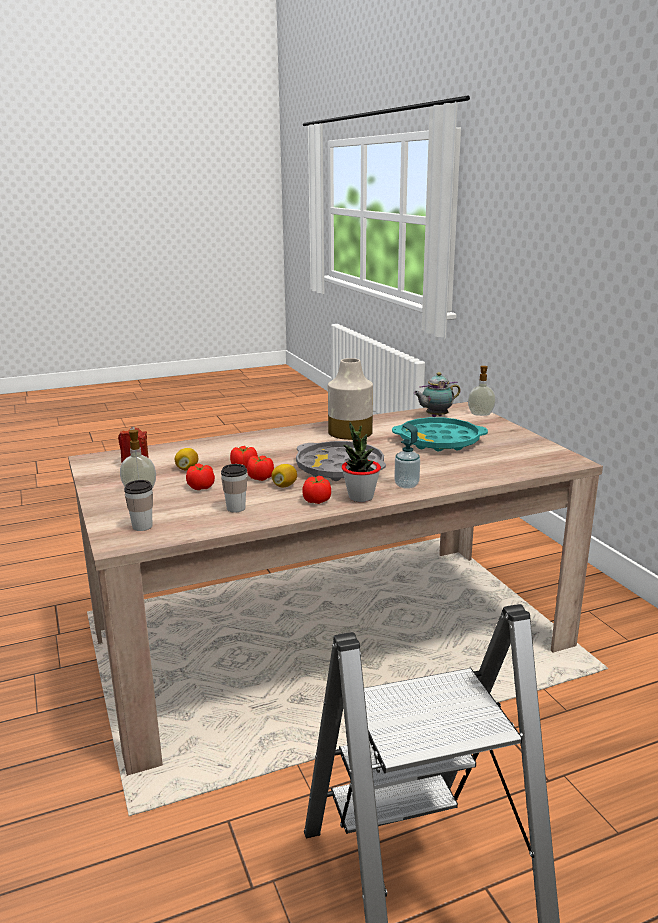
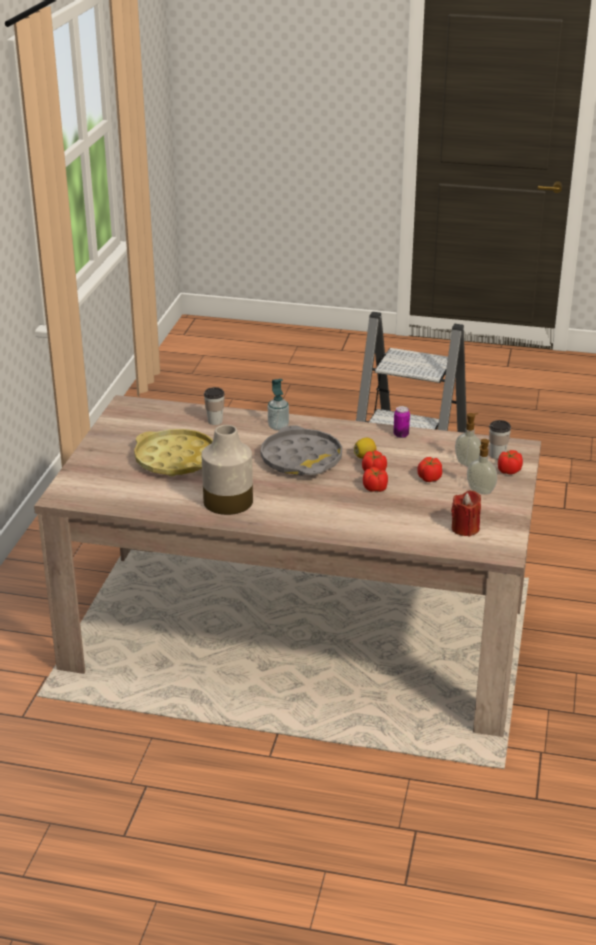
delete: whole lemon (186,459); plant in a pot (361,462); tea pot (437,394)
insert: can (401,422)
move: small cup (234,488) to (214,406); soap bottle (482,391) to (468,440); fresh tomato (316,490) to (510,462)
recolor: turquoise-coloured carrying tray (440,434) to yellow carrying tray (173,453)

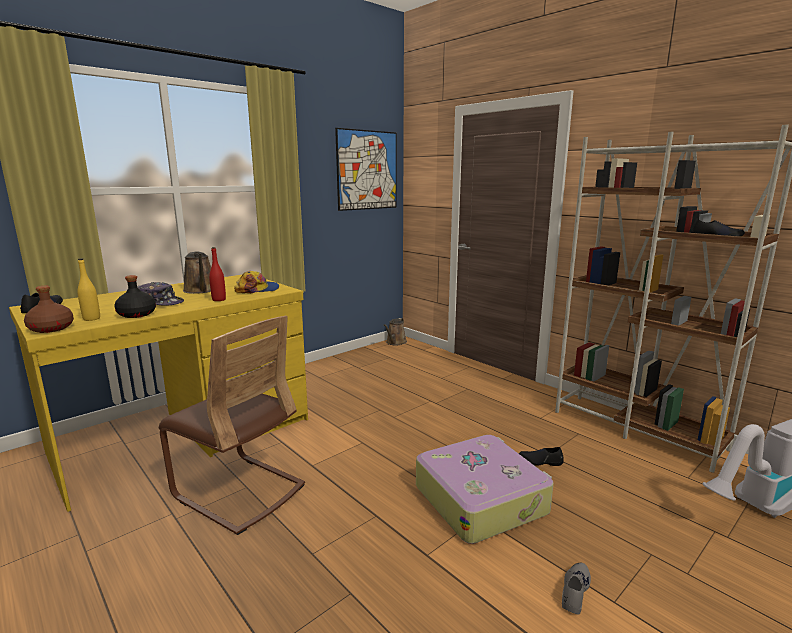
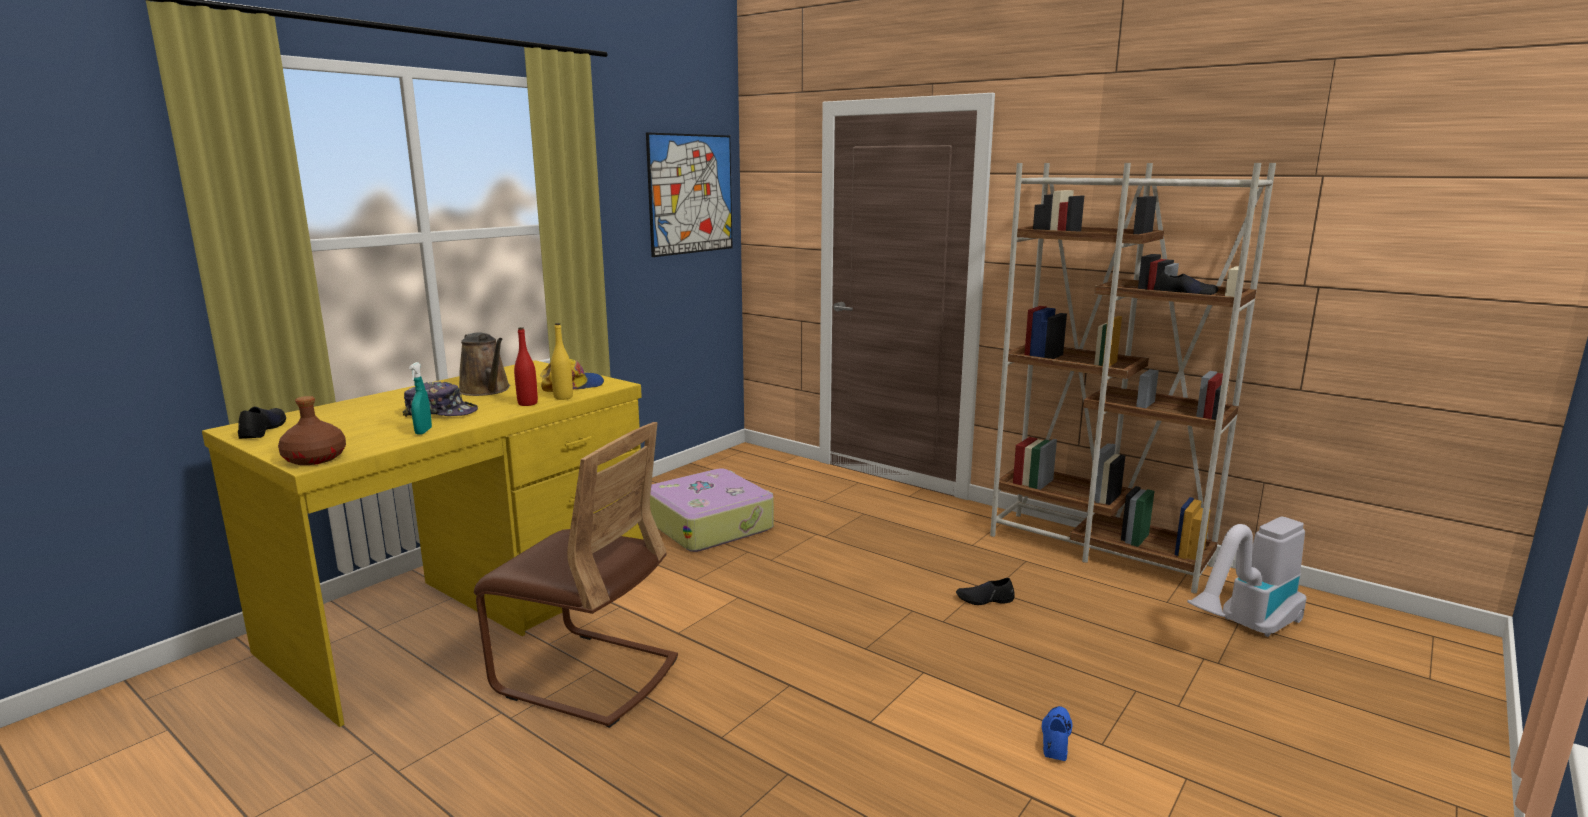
delete: brown-coloured sprinkling can (395,331)
move: yellow beverage bottle (88,289) to (562,361); suitcase (485,489) to (712,510)
replace: blackish beverage bottle (135,296) to turquoise-coloured sprayer (420,398)
recolor: gray shoe (576,588) to bluish shoe (1057,733)

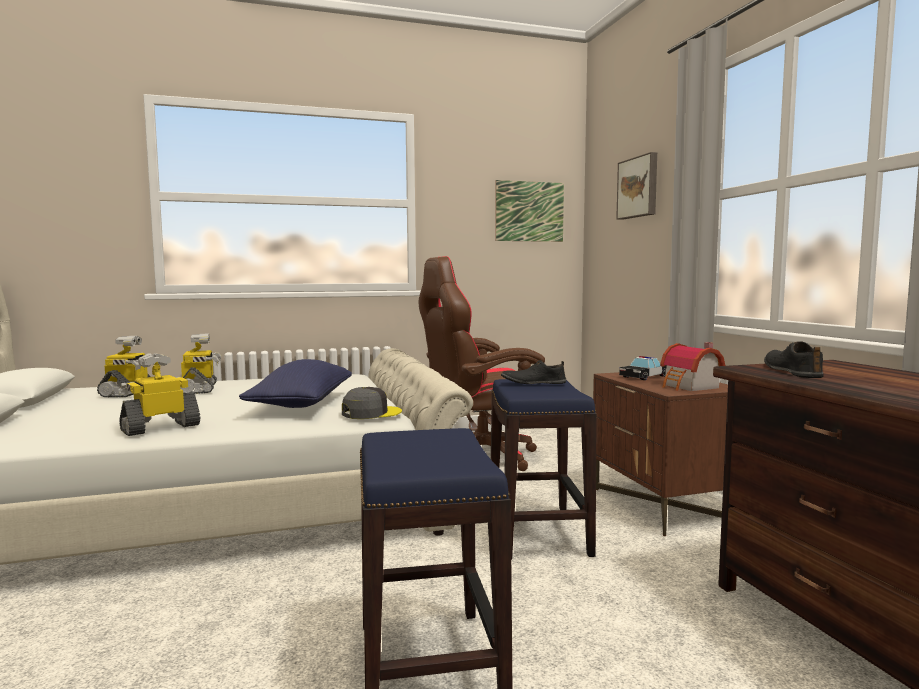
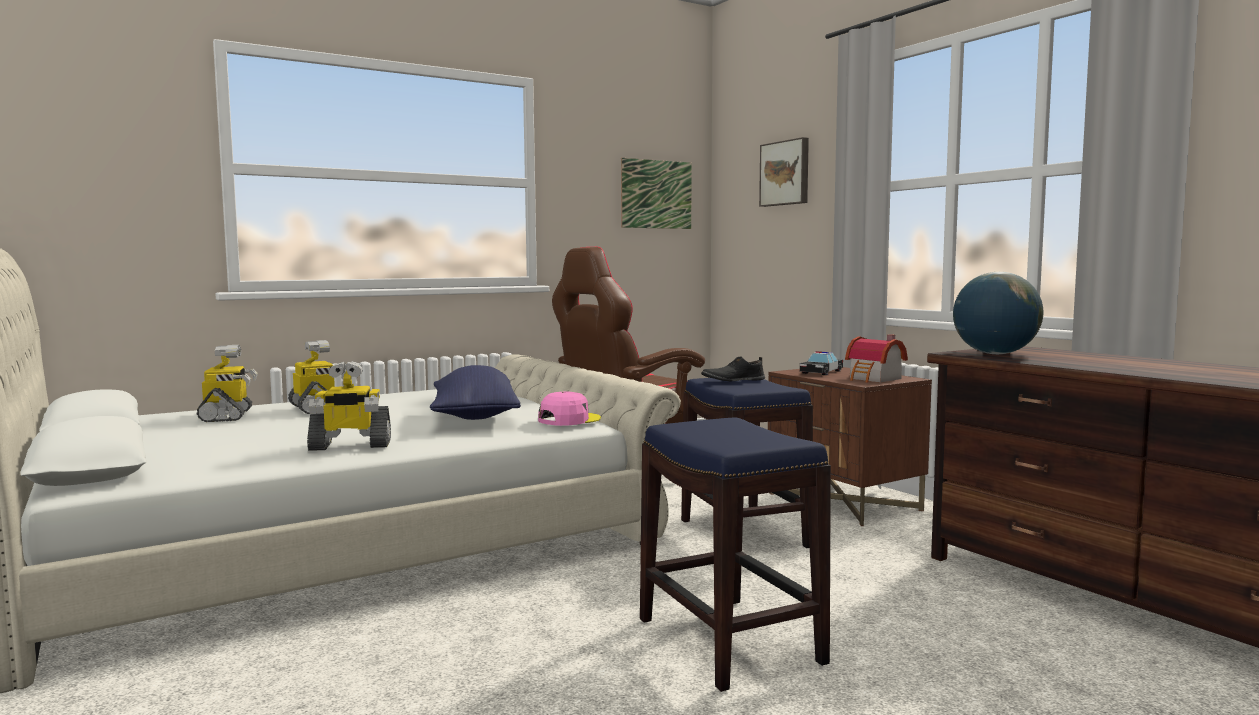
replace: blackish shoe (794,359) to globe (998,313)
recolor: gray peaked cap (372,403) to pink peaked cap (569,408)
rotate: toy robot (160,394) = (349,406) 135 degrees counterclockwise

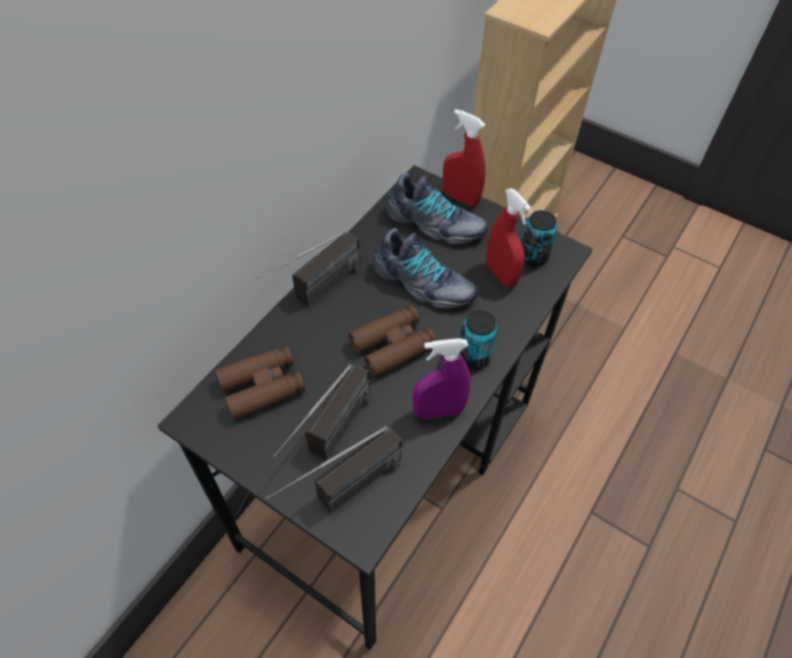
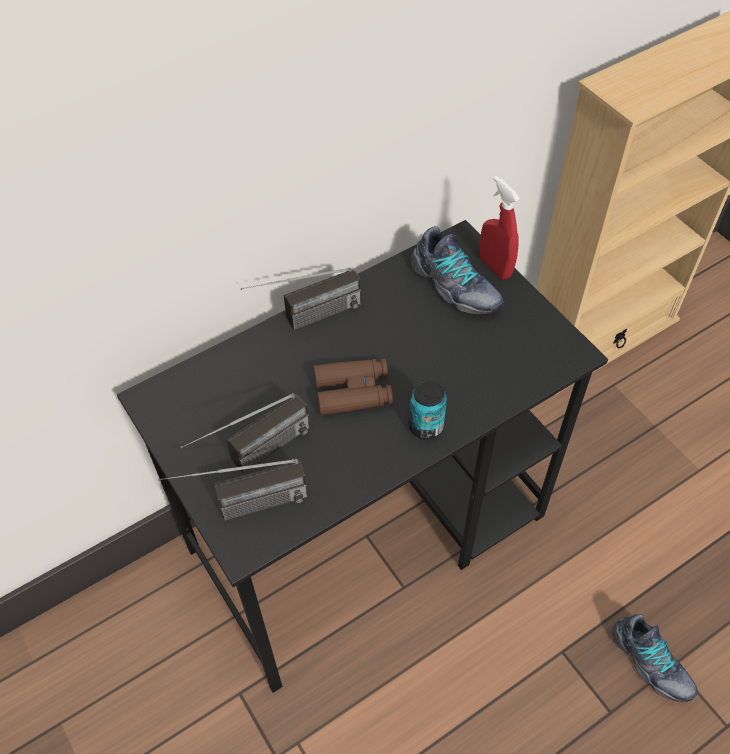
delete: brown-coloured field glasses (260,383); purple-coloured sprayer (442,378); red-coloured sprayer (509,238); can (539,238)
move: shoe (425,268) to (655,658)

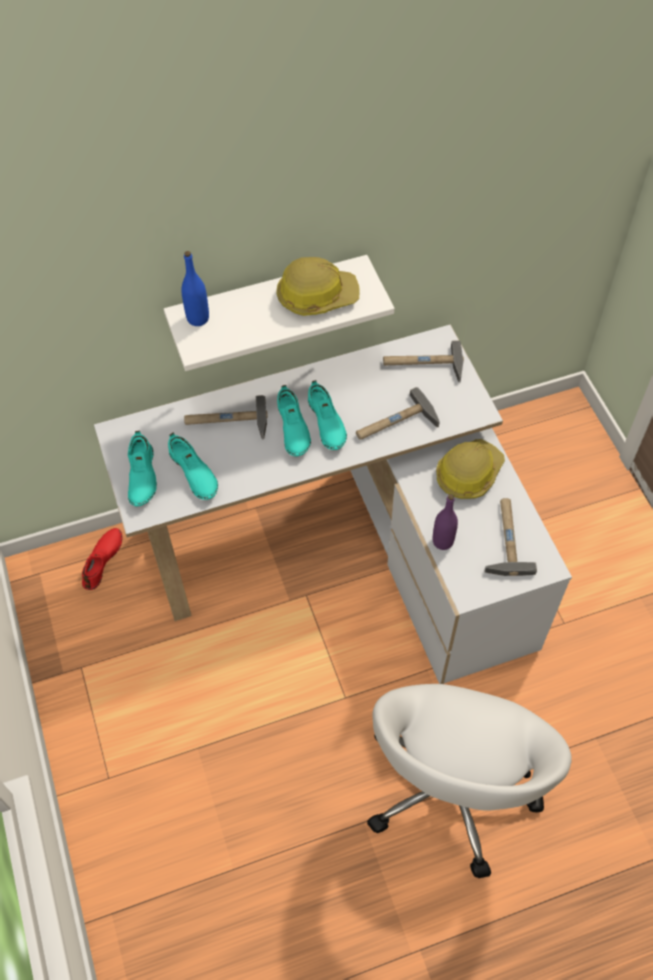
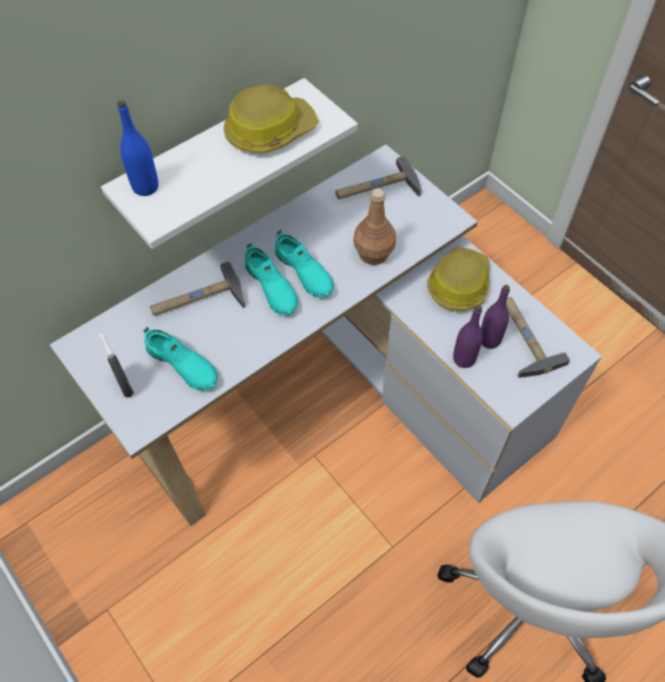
delete: red-coloured shoe (102,559)
insert: purple-coloured beverage bottle (495,317)
replace: turquoise-coloured shoe (142,468) to gray sprayer (116,365); hammer (398,413) to brown-coloured beverage bottle (374,226)

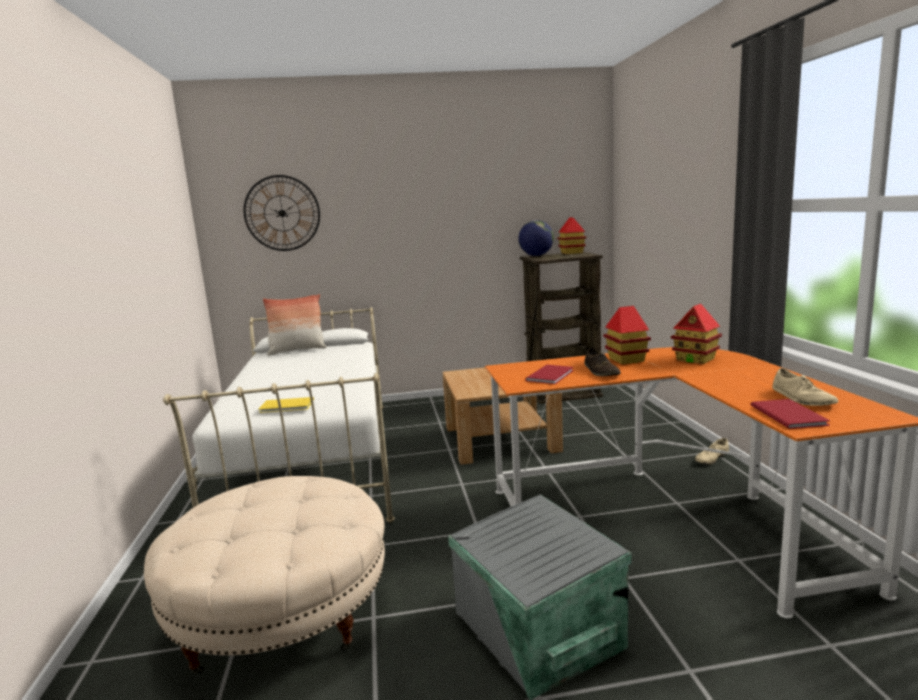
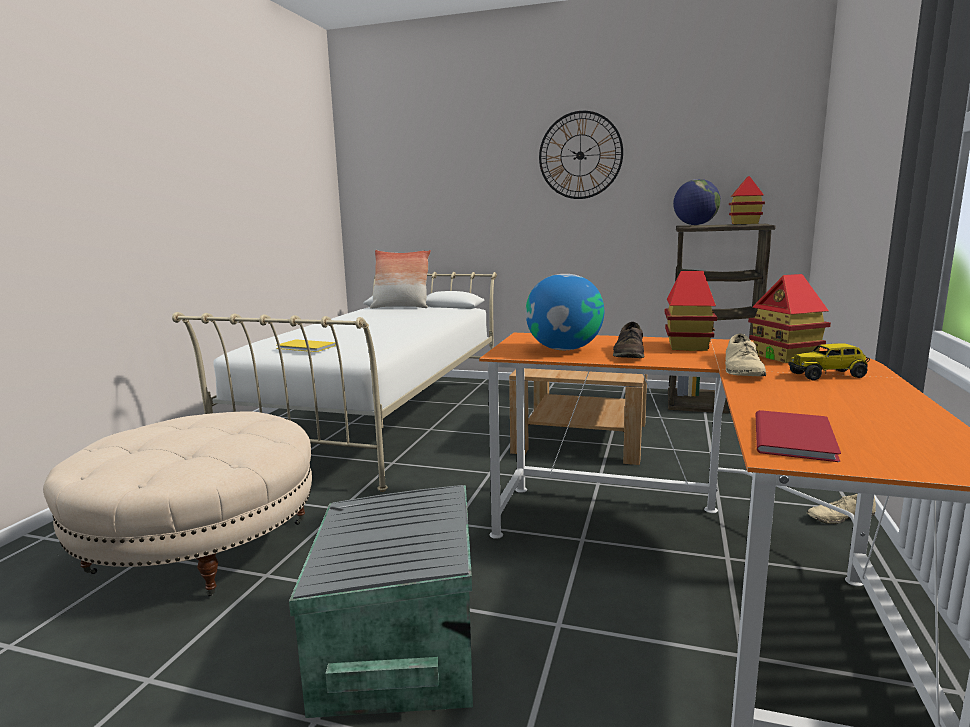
insert: toy truck (829,362)
move: wall clock (281,213) to (581,155); sand-coloured shoe (805,387) to (745,355)
replace: red-coloured bound book (549,374) to globe (564,312)

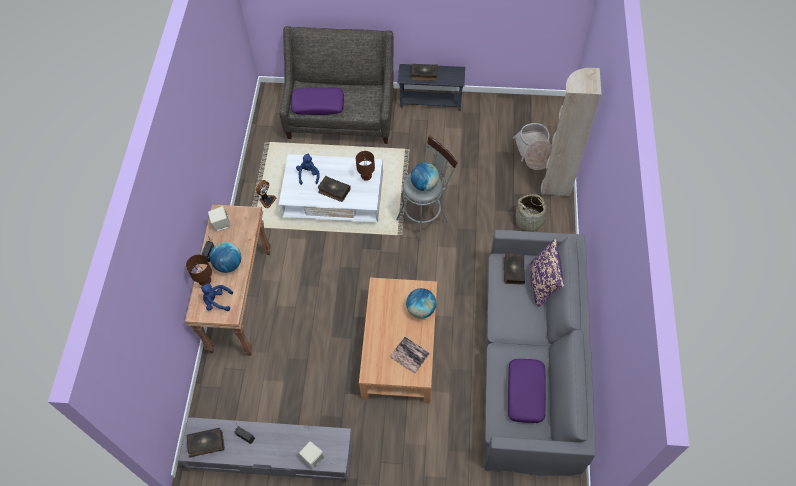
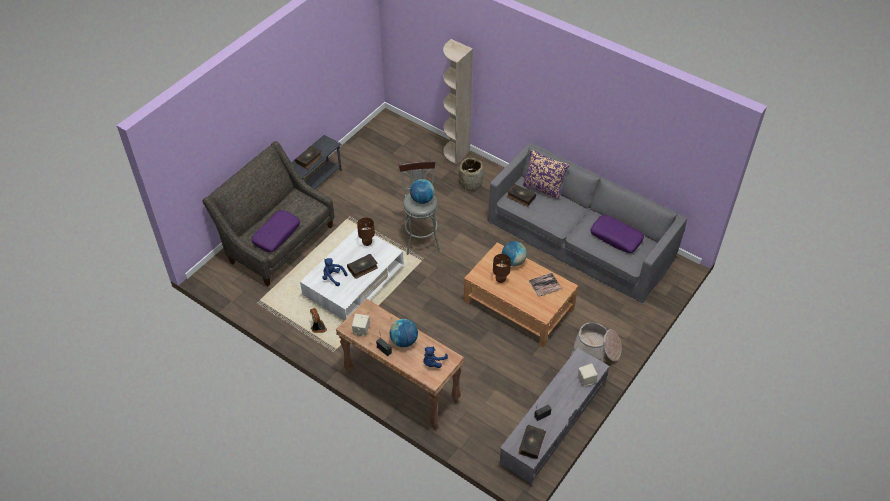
move: brown-coloured tabletop lamp (199,270) to (502,268); household basket (532,146) to (596,342)

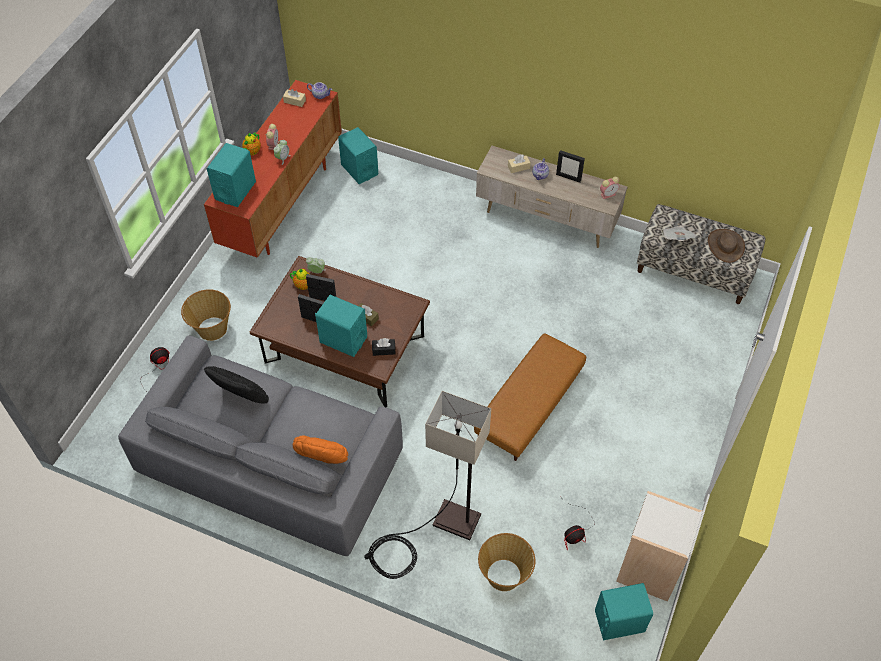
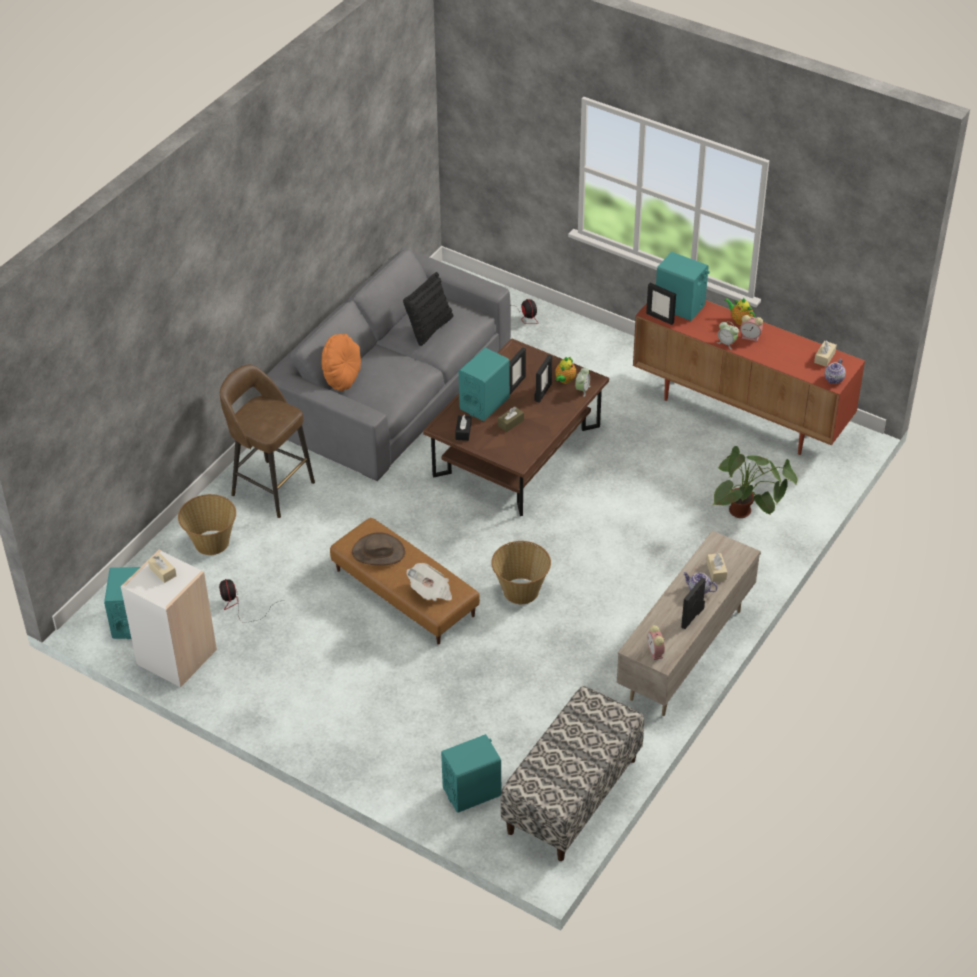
insert: sand-coloured box of tissues (162,568); photo frame (661,304); plant in a pot (755,482)
move: brown-coloured hat (726,246) to (378,548); newspaper (678,233) to (429,582); turquoise-coloured speaker (358,155) to (471,773); household basket (206,315) to (521,572)
replace: standard lamp (427,485) to brown-coloured stool seat (267,441)

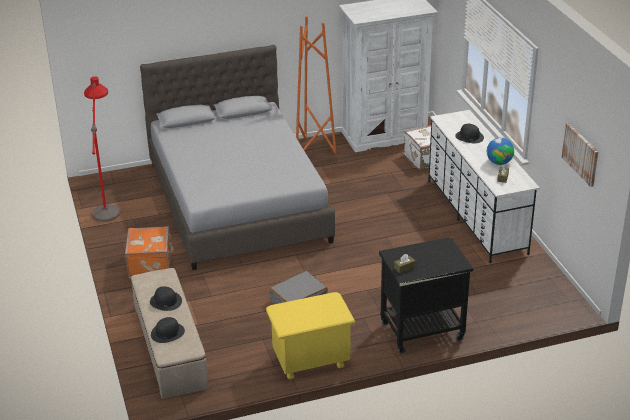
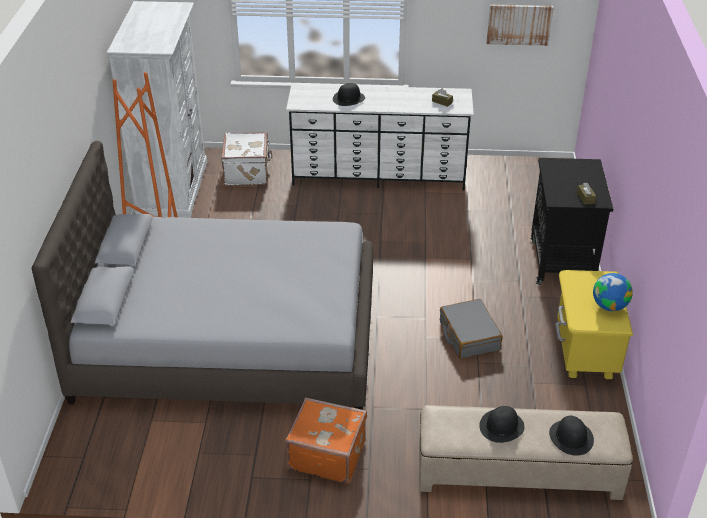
delete: red-coloured standard lamp (102,149)
move: globe (500,151) to (613,292)

